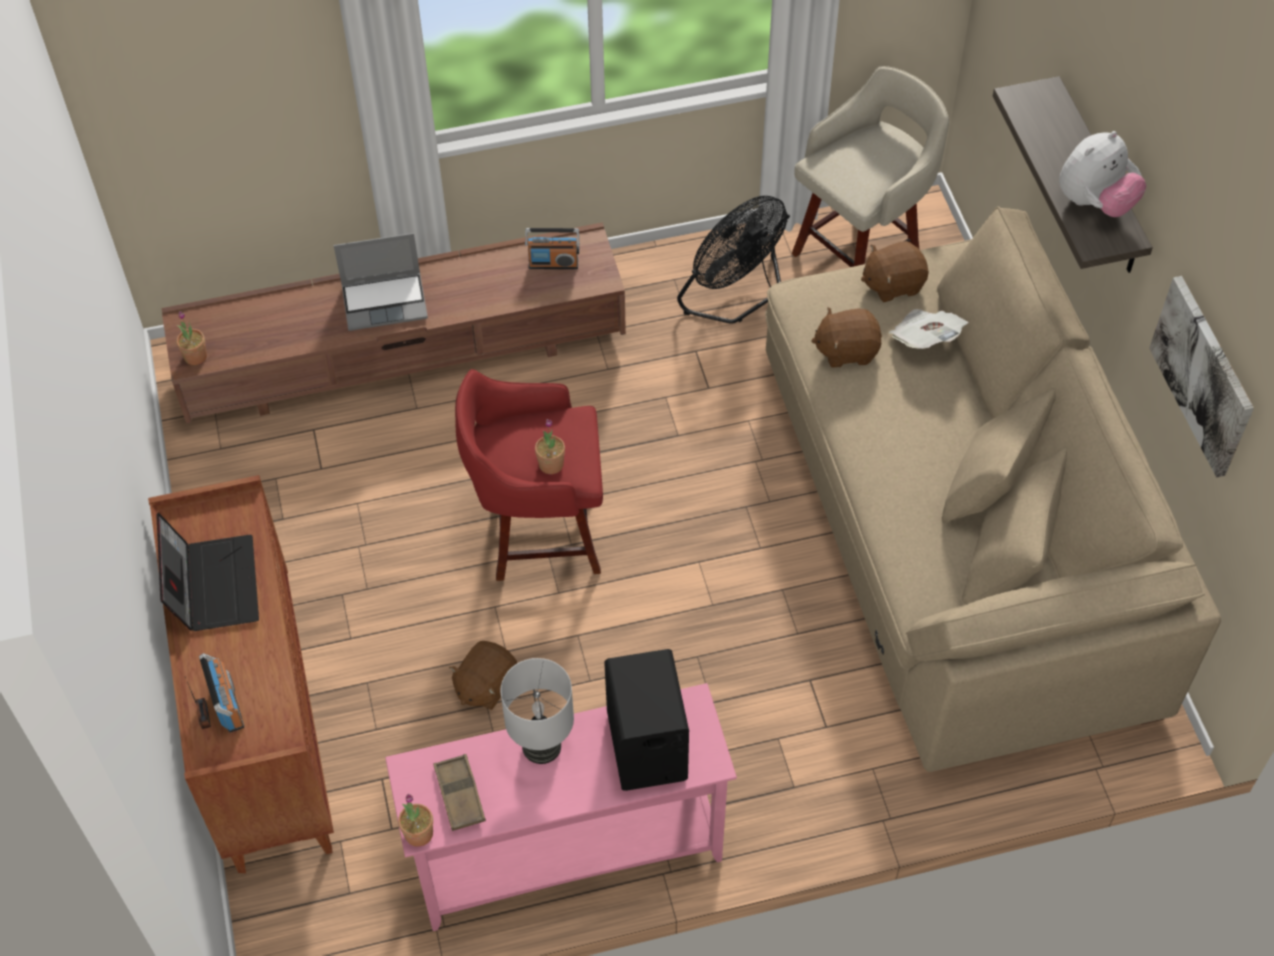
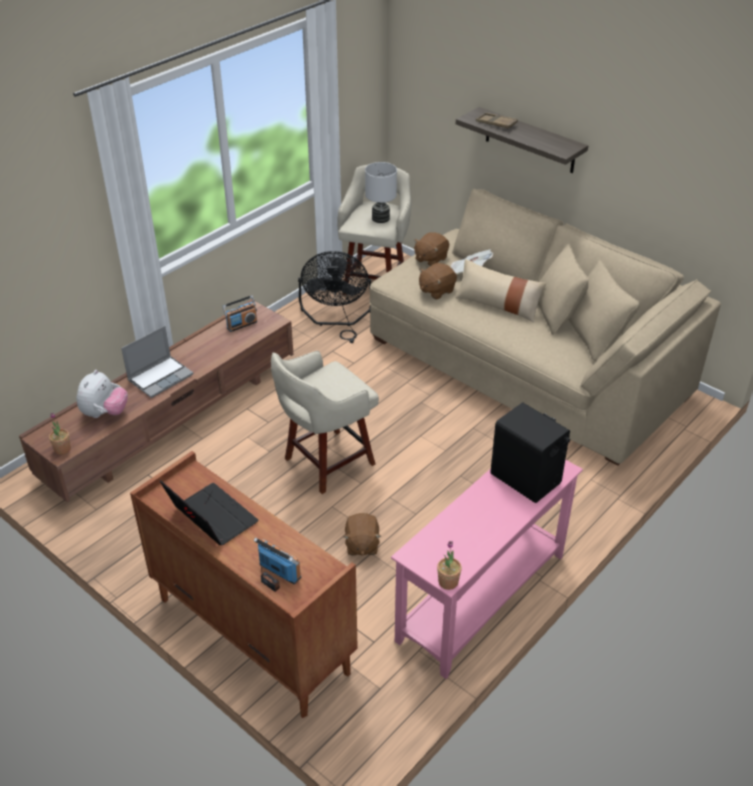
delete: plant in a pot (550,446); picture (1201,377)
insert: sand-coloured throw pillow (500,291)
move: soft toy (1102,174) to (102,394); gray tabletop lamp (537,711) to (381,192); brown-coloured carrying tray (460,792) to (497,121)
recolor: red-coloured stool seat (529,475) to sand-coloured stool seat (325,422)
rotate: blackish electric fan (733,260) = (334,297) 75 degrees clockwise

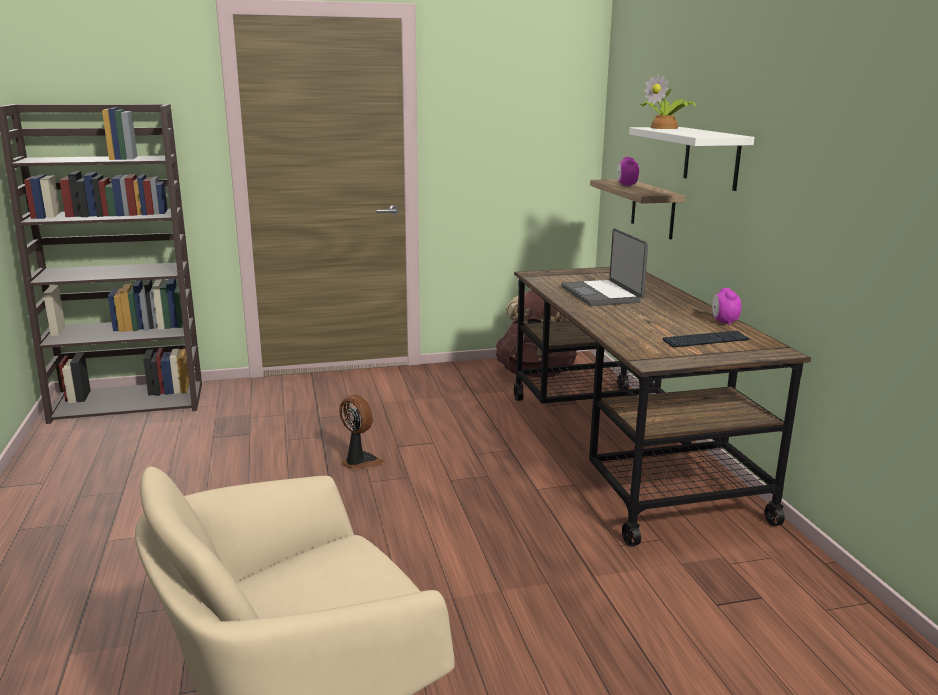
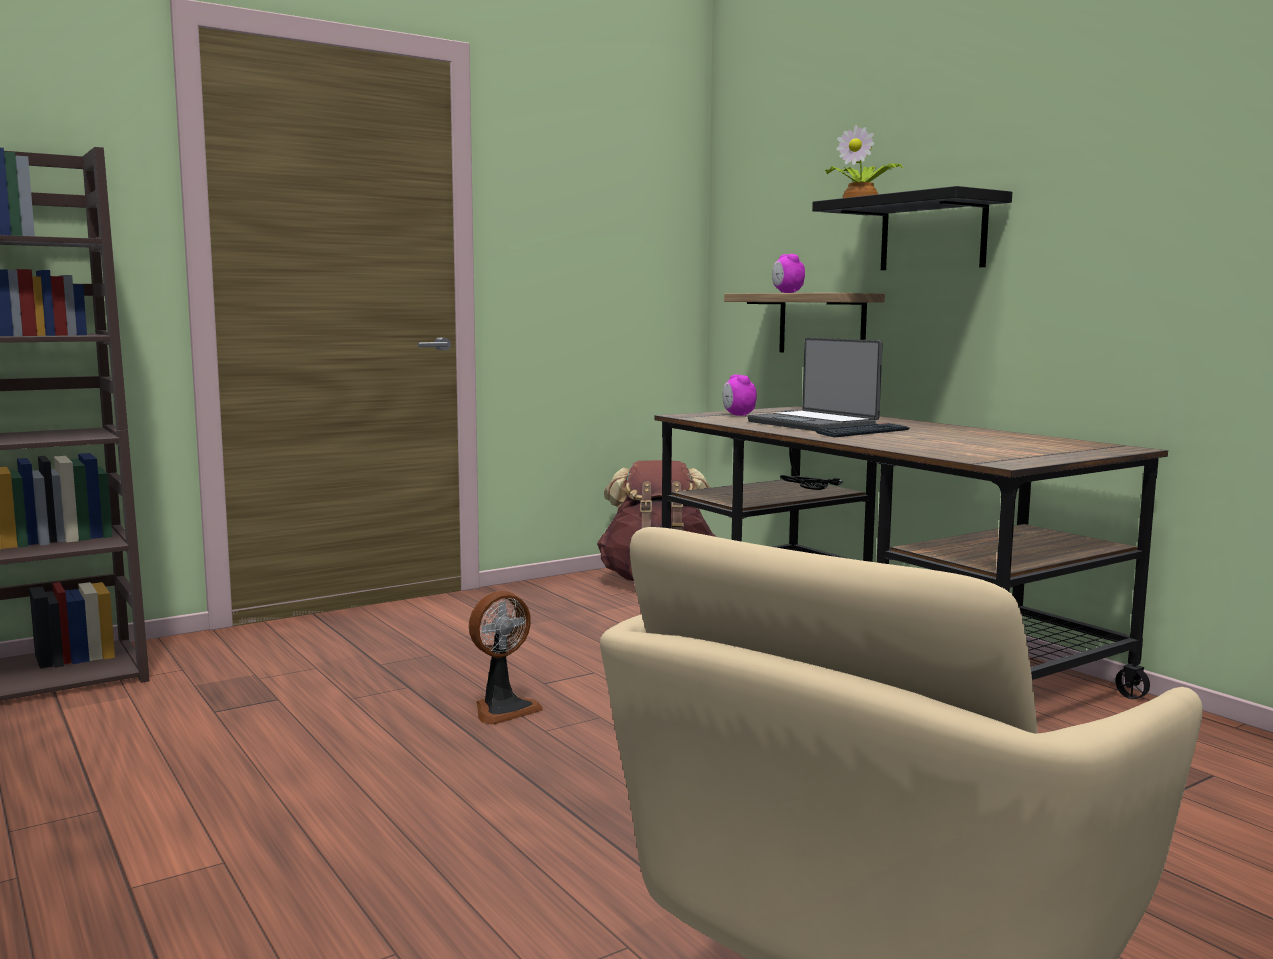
move: table clock (726,306) to (740,395); computer keyboard (706,339) to (862,430)
recolor: white-coloured bracket shelf (691,159) to blackish bracket shelf (912,228)
rotate: electric fan (361,431) = (506,658) 120 degrees clockwise

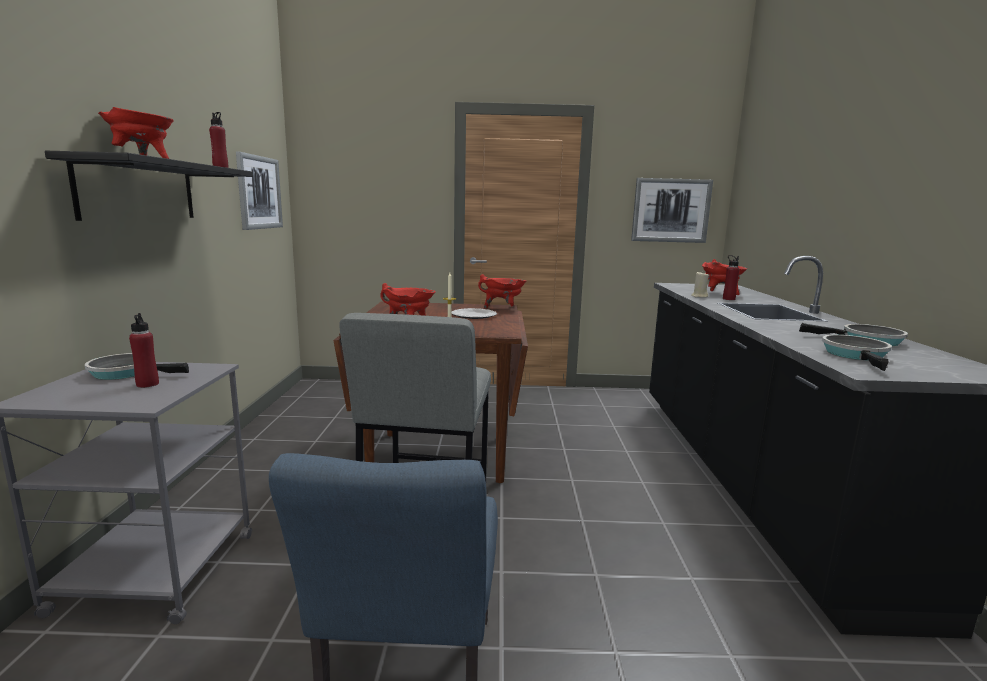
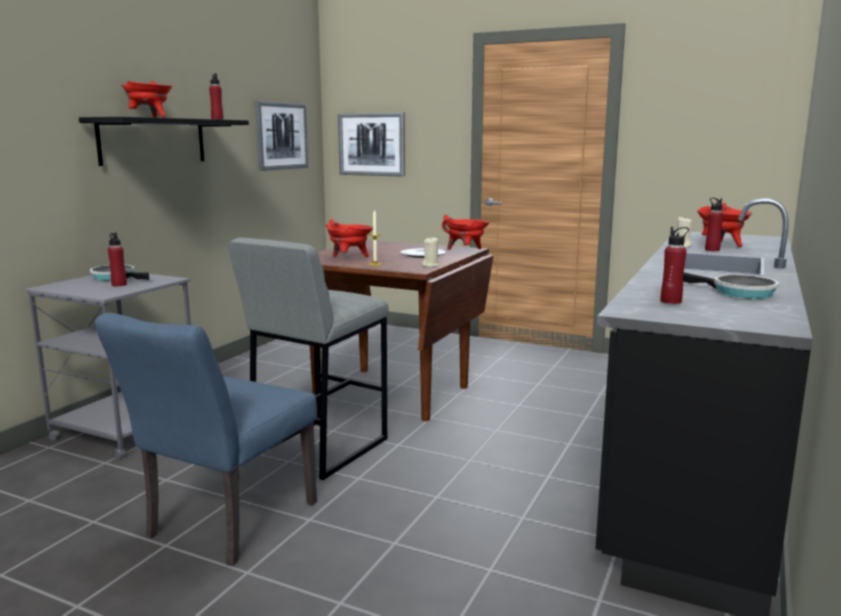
insert: sand-coloured wax light (431,252)
move: picture (672,210) to (371,144)
replace: skillet (857,353) to red-coloured beverage bottle (675,265)

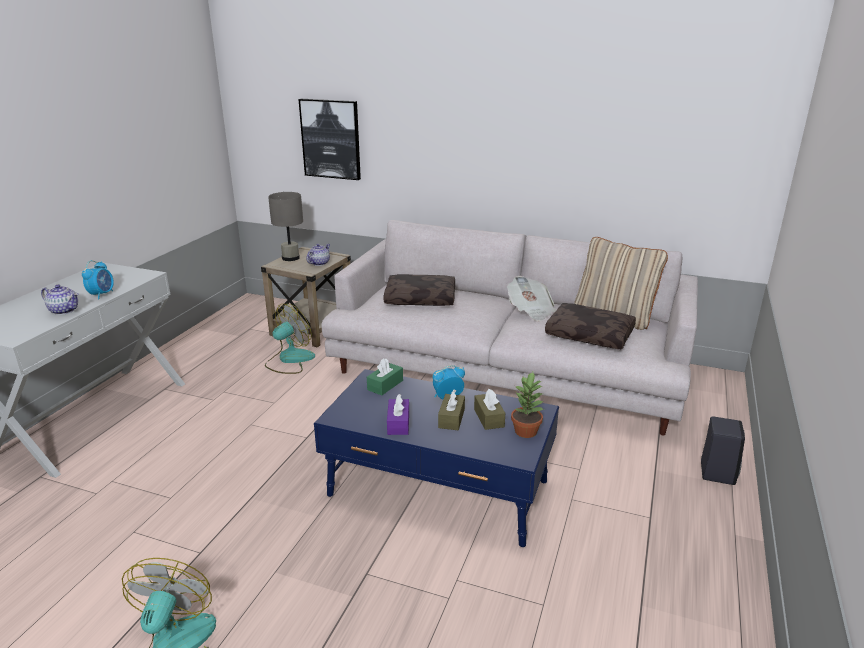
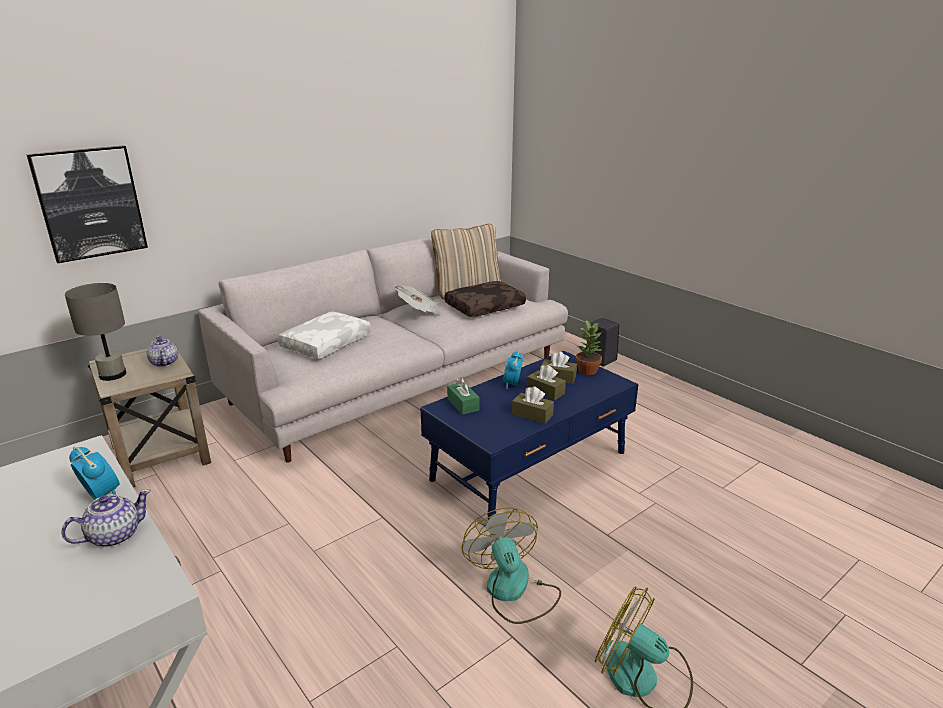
move: electric fan (290,339) to (511,565)
recolor: brown-coloured throw pillow (419,290) to white-coloured throw pillow (324,335); purple-coloured box of tissues (398,414) to brown-coloured box of tissues (533,405)

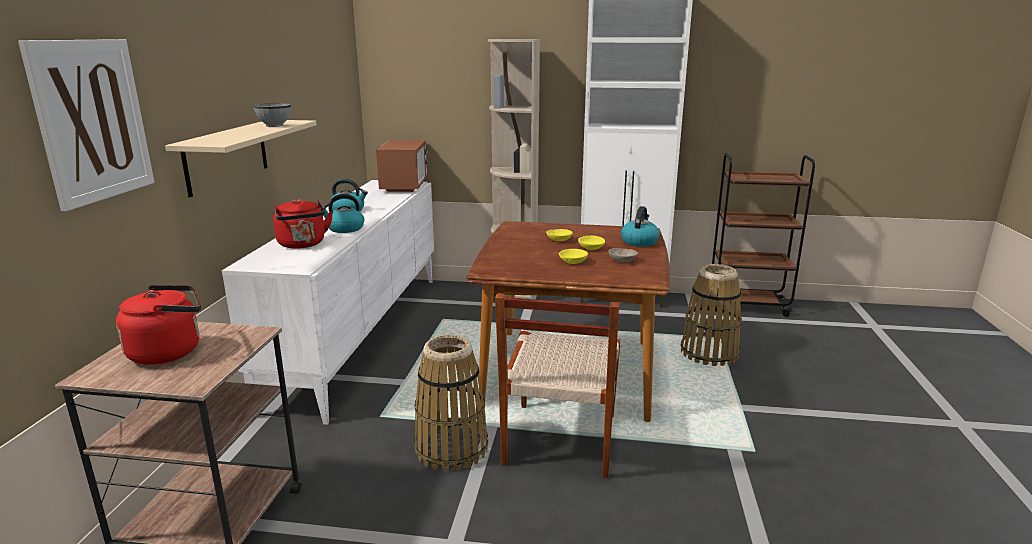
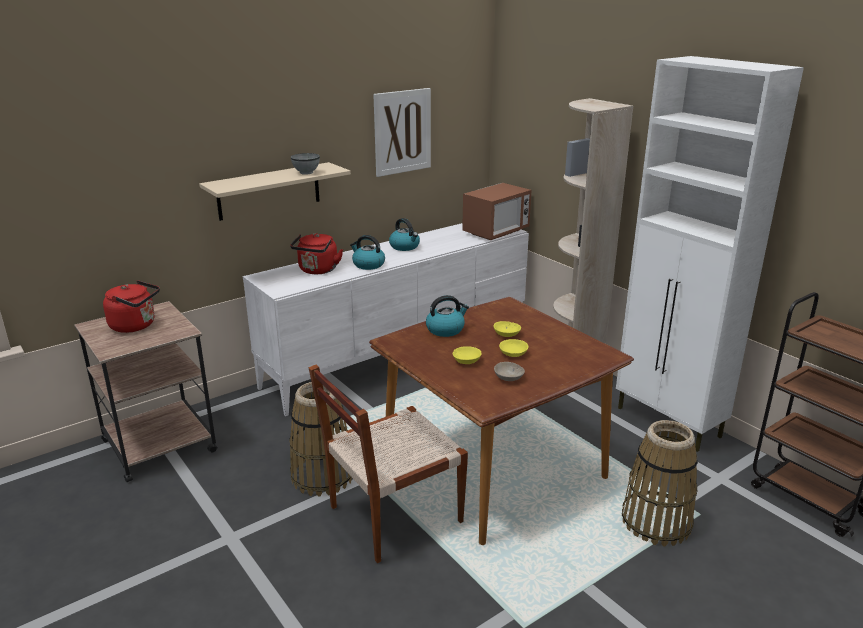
move: picture (86,125) to (402,132); water kettle (640,226) to (447,316)

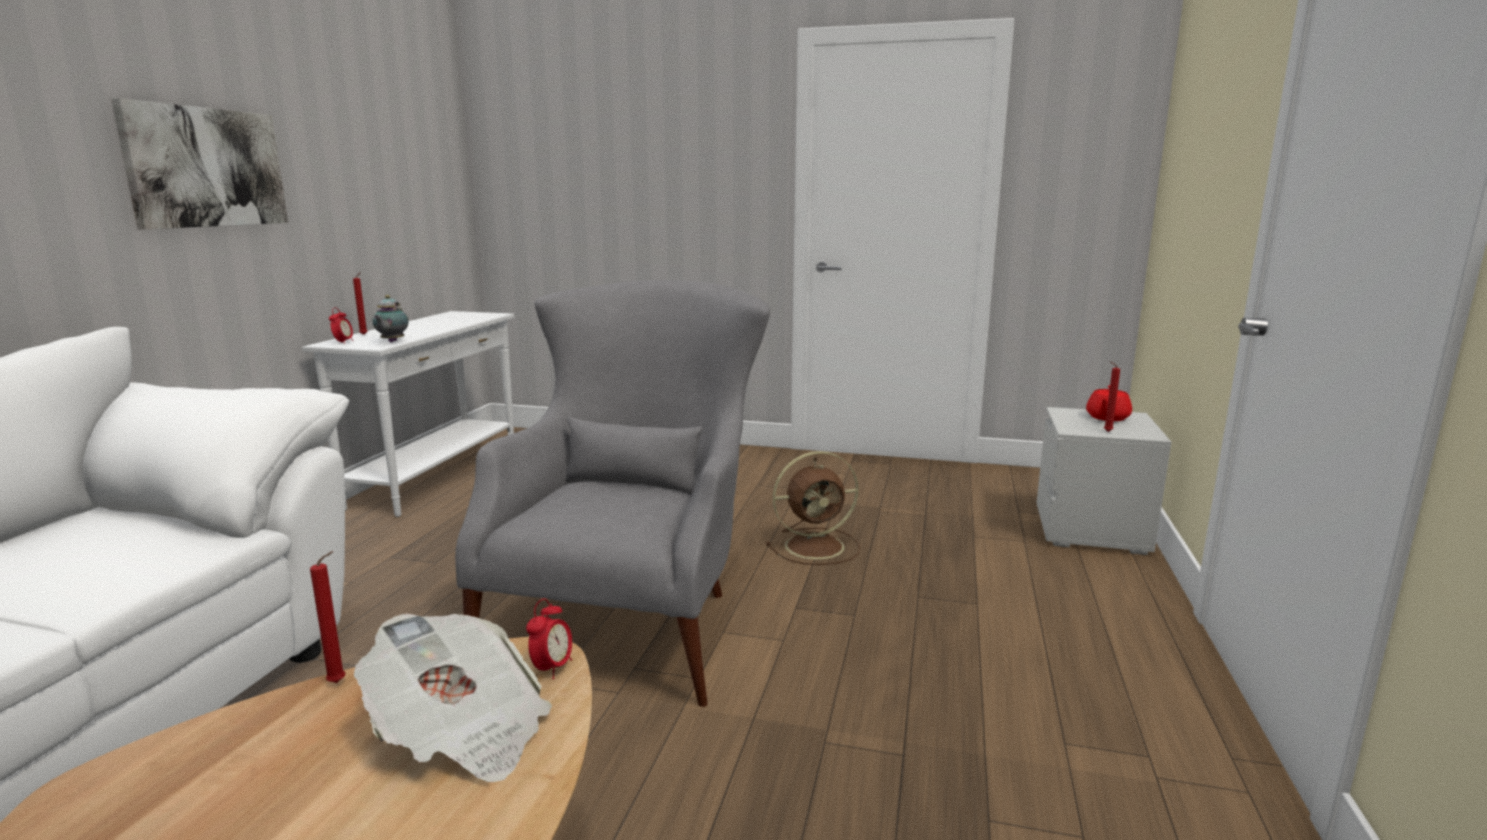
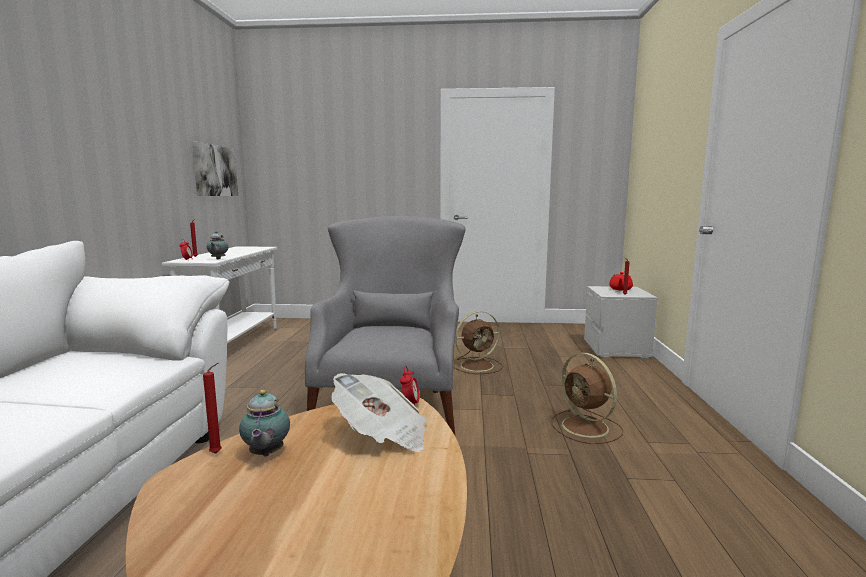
insert: tea pot (264,423); brown-coloured electric fan (587,398)
move: picture (199,163) to (215,169); red-coloured wax light (327,617) to (212,408)

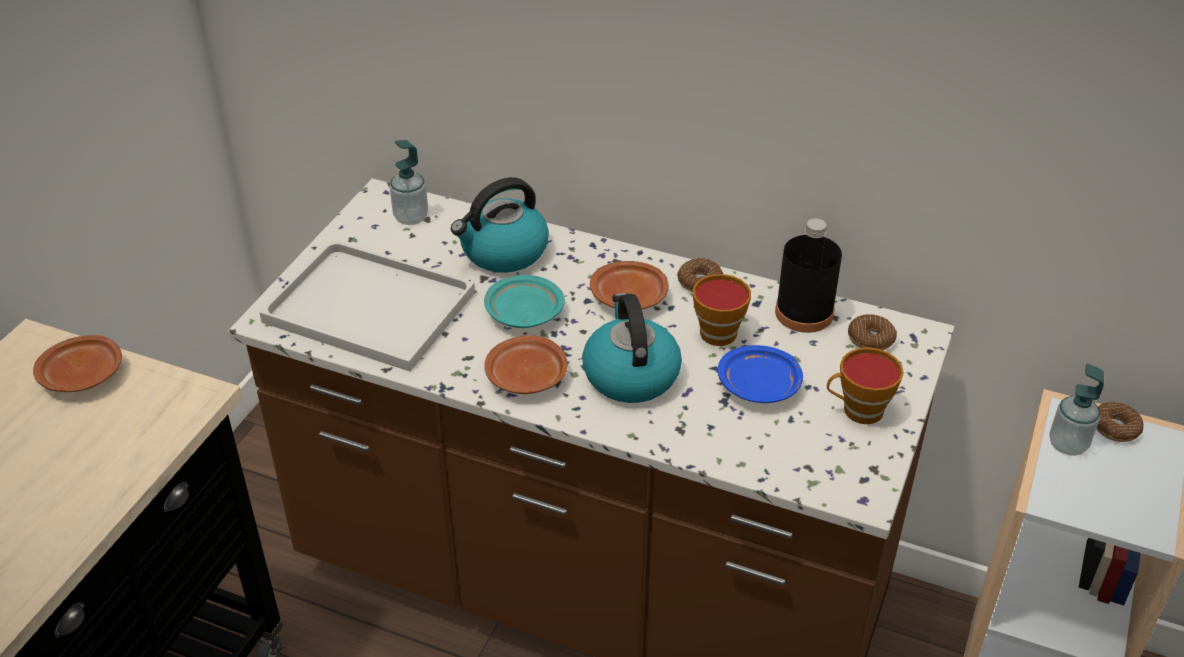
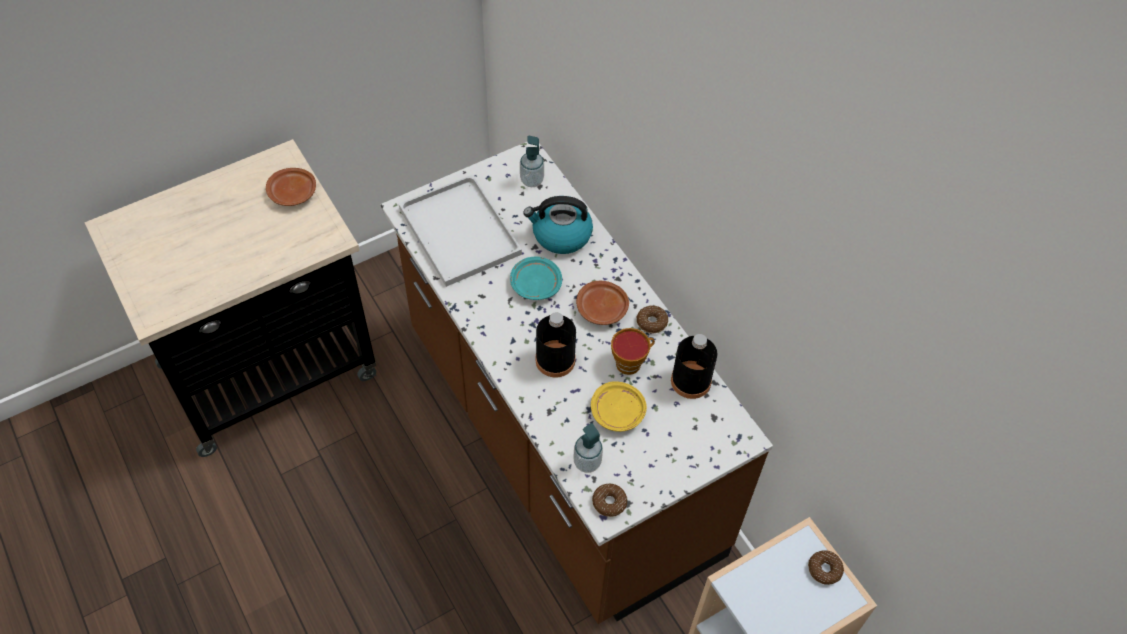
delete: brown-coloured plate (526,365); small cup (865,385)
move: soap bottle (1076,410) to (588,448); ring doughnut (872,332) to (609,500)
replace: water kettle (632,348) to blackish beverage bottle (556,345)
recolor: bluish plate (760,374) to yellow plate (619,406)

